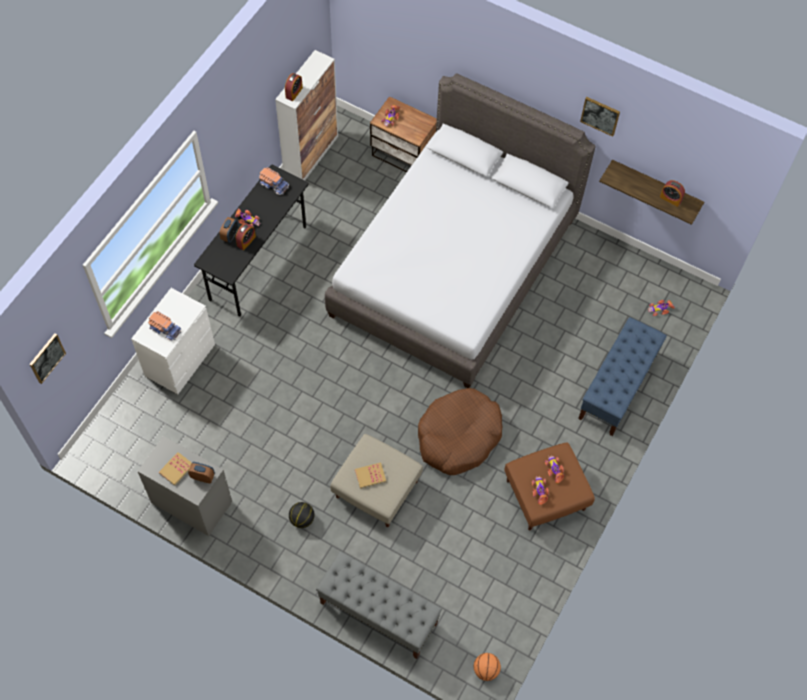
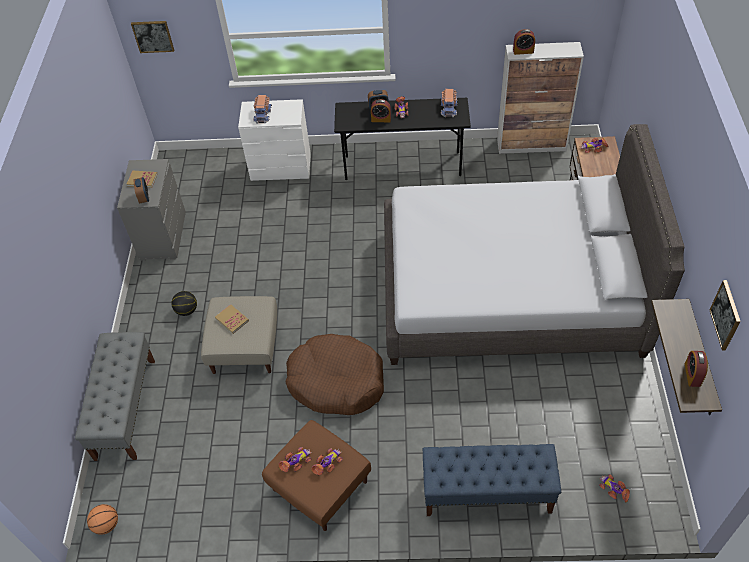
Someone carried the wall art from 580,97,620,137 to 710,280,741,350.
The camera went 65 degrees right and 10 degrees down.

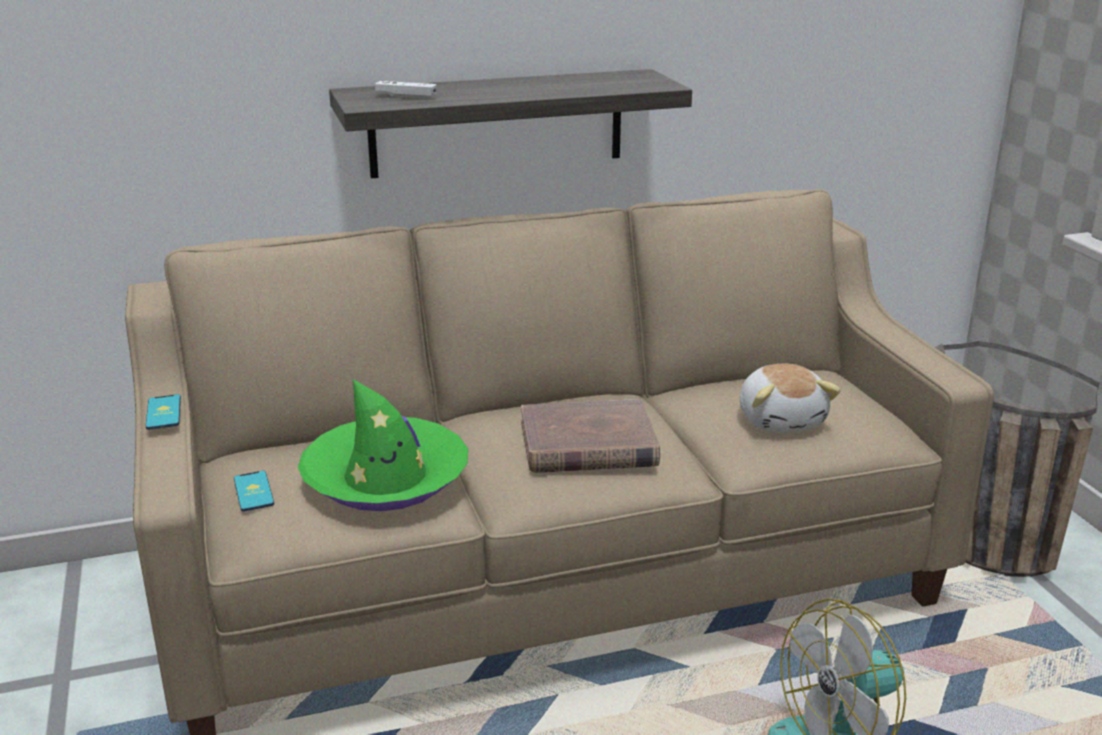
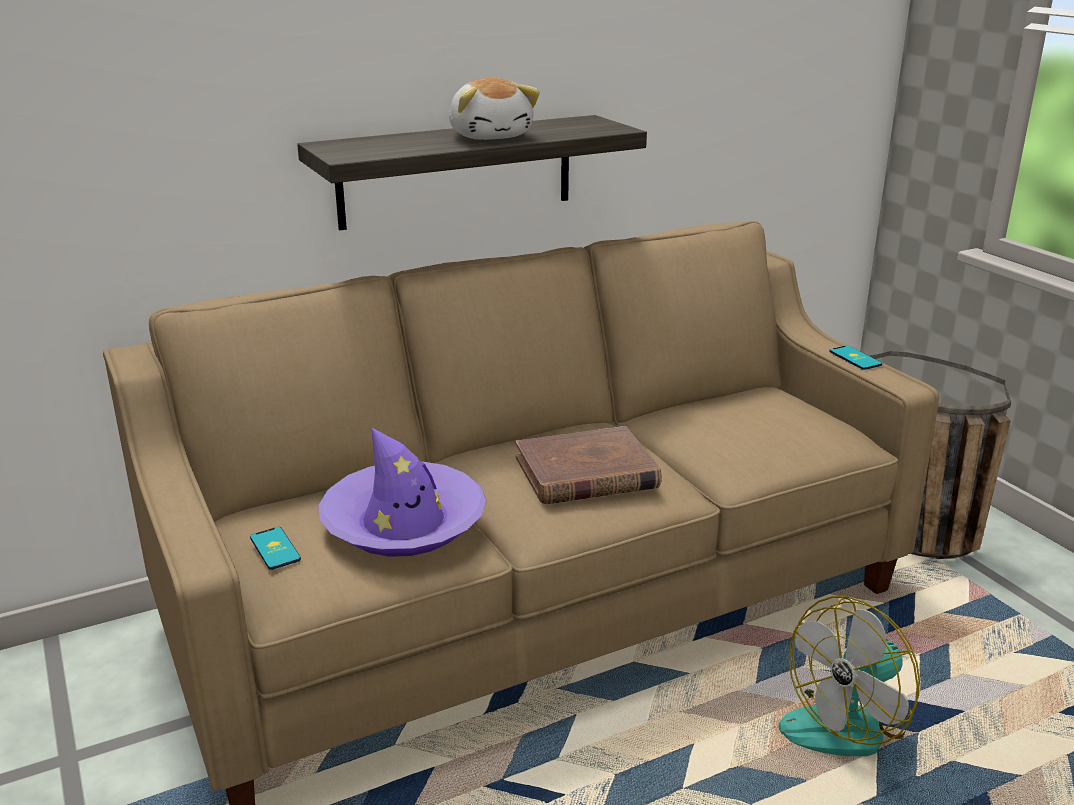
Someone repainted the greenish clothing hat at 298,379,468,511, which became the purple-coloured clothing hat at 318,427,487,557.
Someone carried the soft toy from 740,364,841,432 to 449,78,540,140.
Someone carried the telephone from 146,394,181,430 to 829,345,882,370.
Someone took away the whitish game controller at 375,81,437,99.
The camera went 10 degrees left and 0 degrees up.

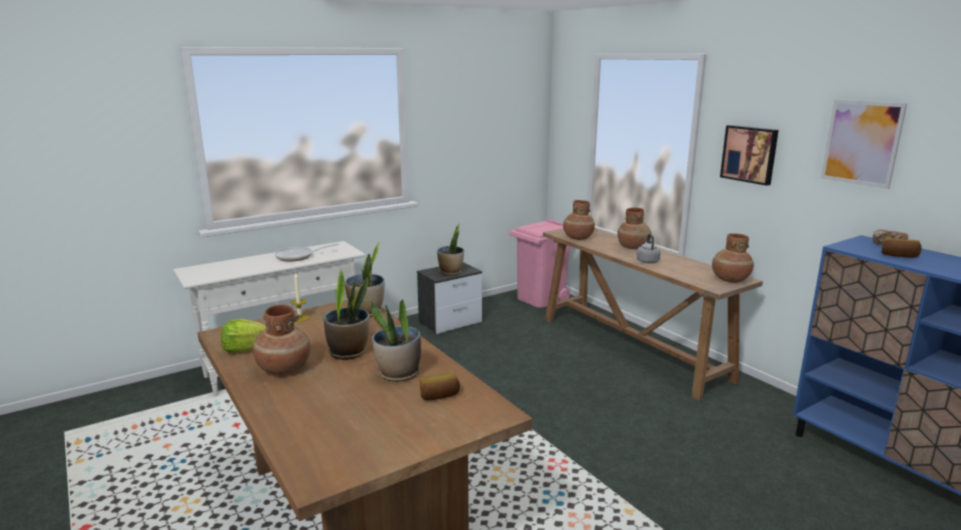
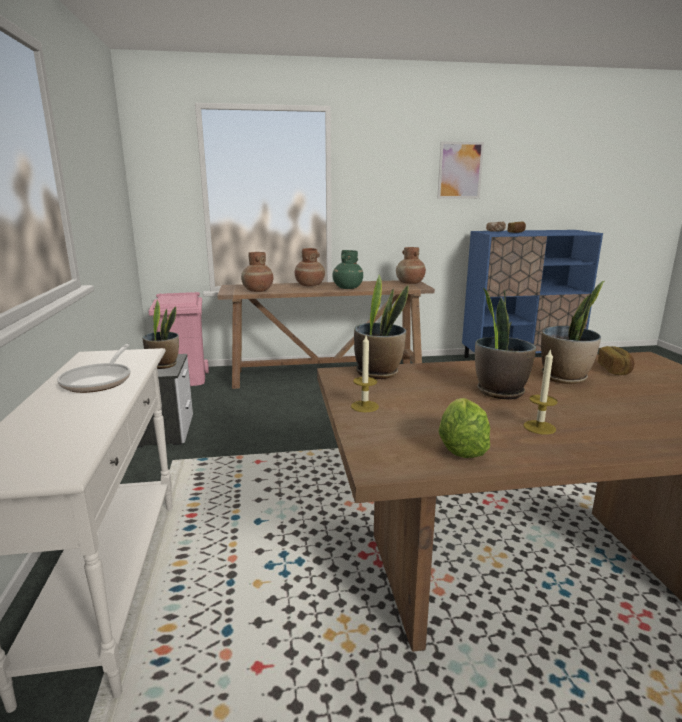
Someone swapped the grey kettle at 636,234,661,264 for the greenish vase at 332,250,363,289.
Someone swapped the brown-coloured vase at 253,304,310,375 for the wax light at 523,348,558,435.
Someone took away the wall art at 720,125,779,186.
The camera went 65 degrees left and 0 degrees up.

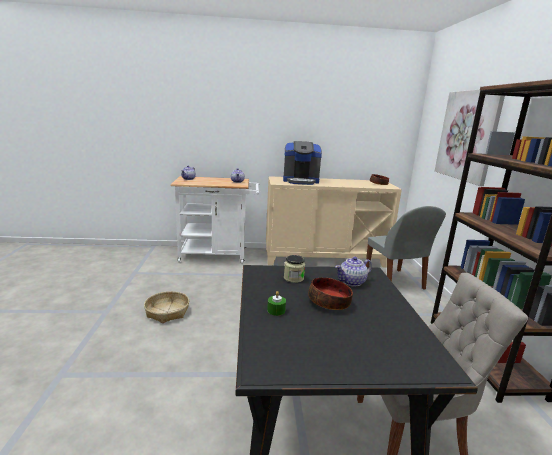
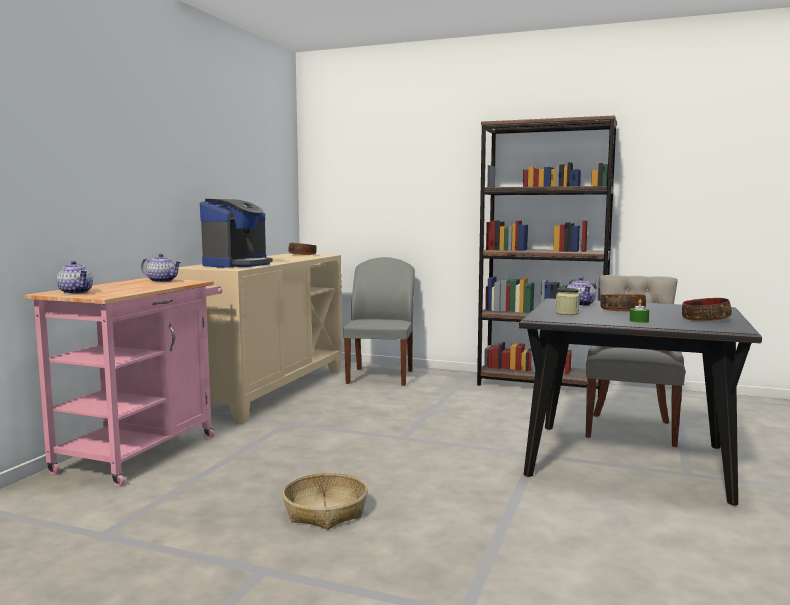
Someone repainted the whitish wheeled cart at 171,176,260,264, which became the pink-coloured wheeled cart at 25,278,223,487.
Someone rotated the grey chair at 366,206,446,290 by 90 degrees counterclockwise.
Someone put down the serving bowl at 682,298,732,321.
Someone took away the wall art at 435,89,505,186.
The camera went 65 degrees left and 10 degrees down.

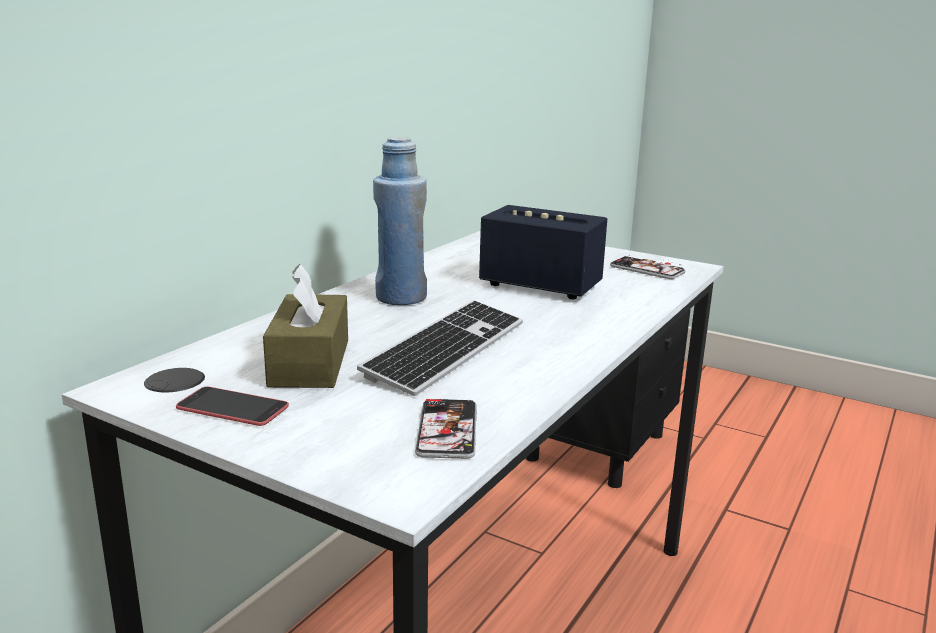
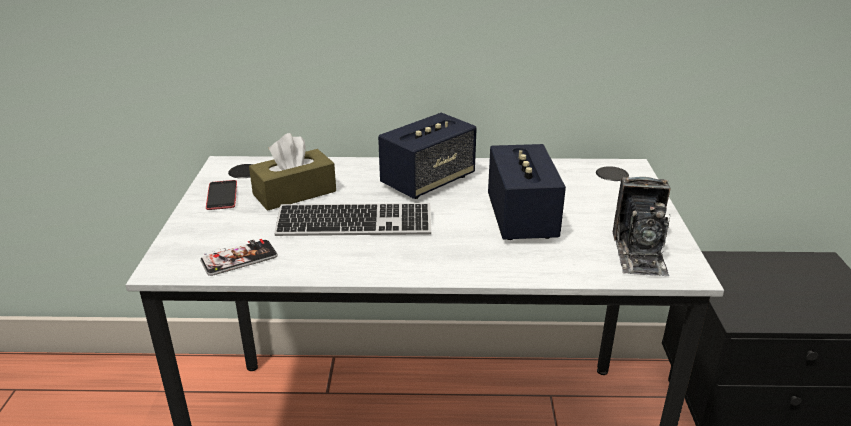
Someone swapped the bluish bottle at 373,137,427,305 for the loudspeaker at 378,112,477,199.
Someone swapped the telephone at 610,255,685,279 for the photo camera at 613,177,671,276.
The camera went 60 degrees right and 10 degrees up.

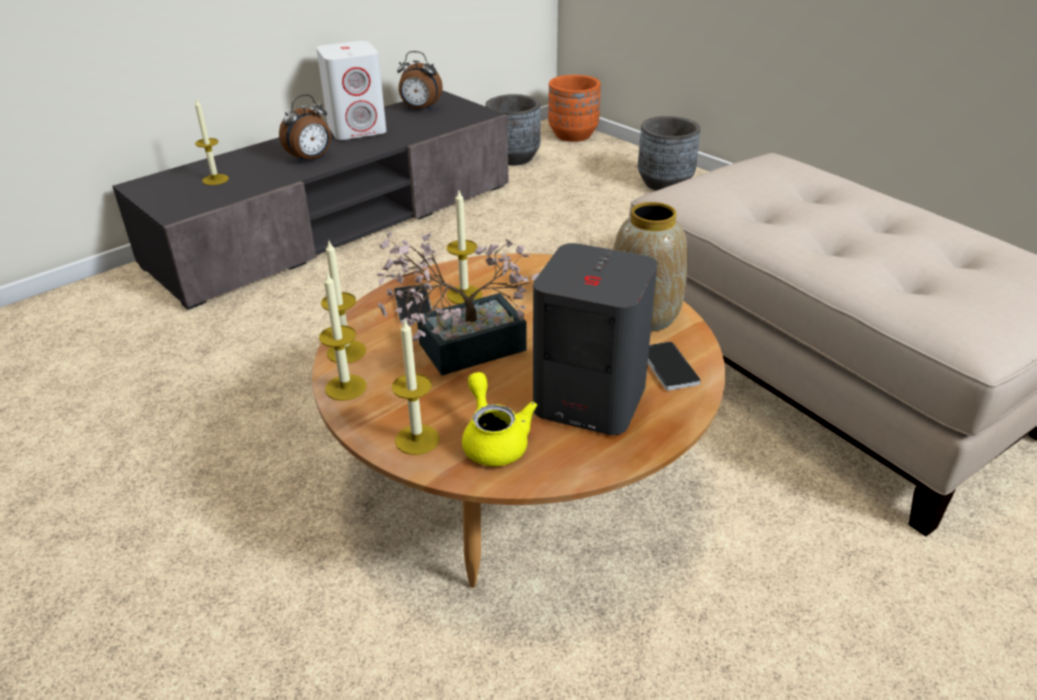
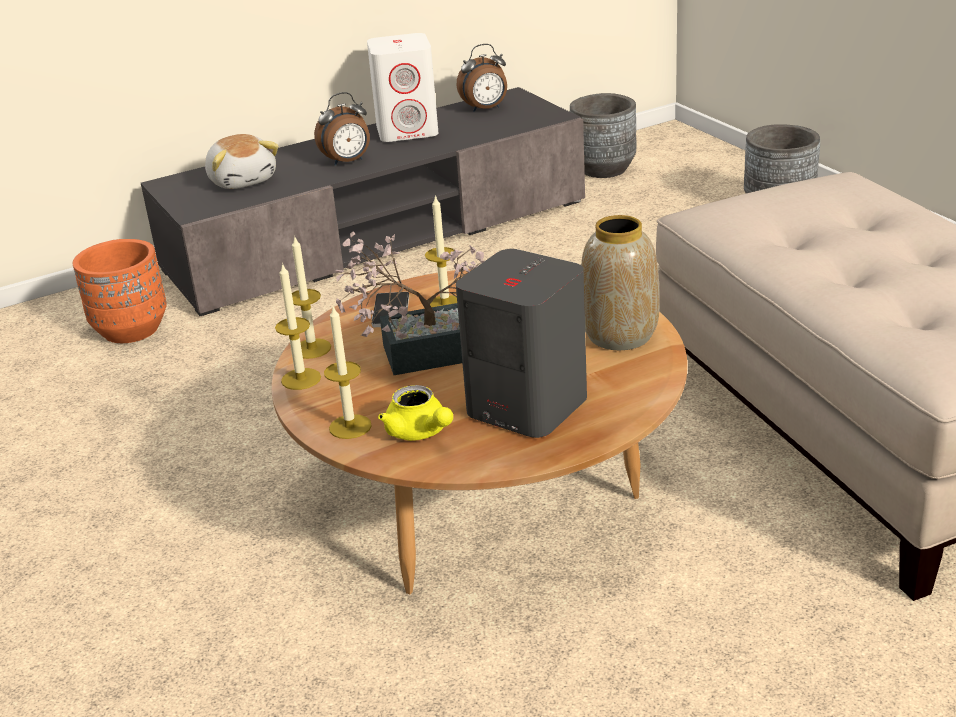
Someone carried the orange-coloured plant pot from 548,75,601,142 to 73,239,167,343.
Someone swapped the wax light at 195,98,229,185 for the soft toy at 205,134,279,189.
Someone rotated the yellow-coloured tea pot at 462,372,537,466 by 150 degrees clockwise.
Someone rotated the table clock at 397,51,443,111 by 45 degrees counterclockwise.
Someone took away the telephone at 648,342,701,391.
The camera went 15 degrees right and 5 degrees down.

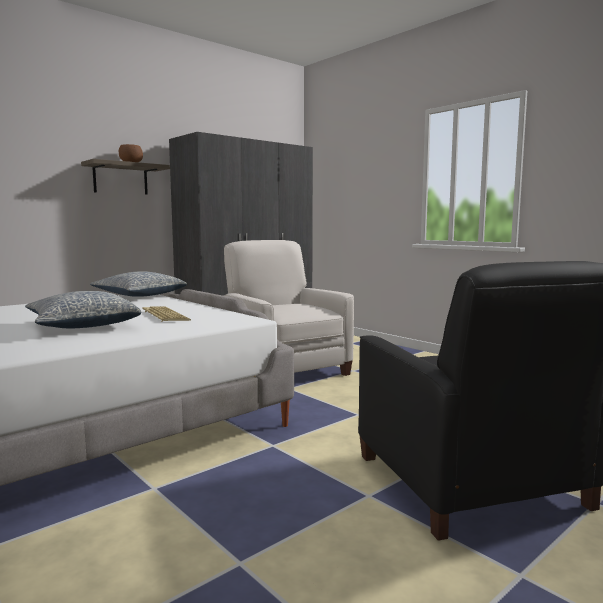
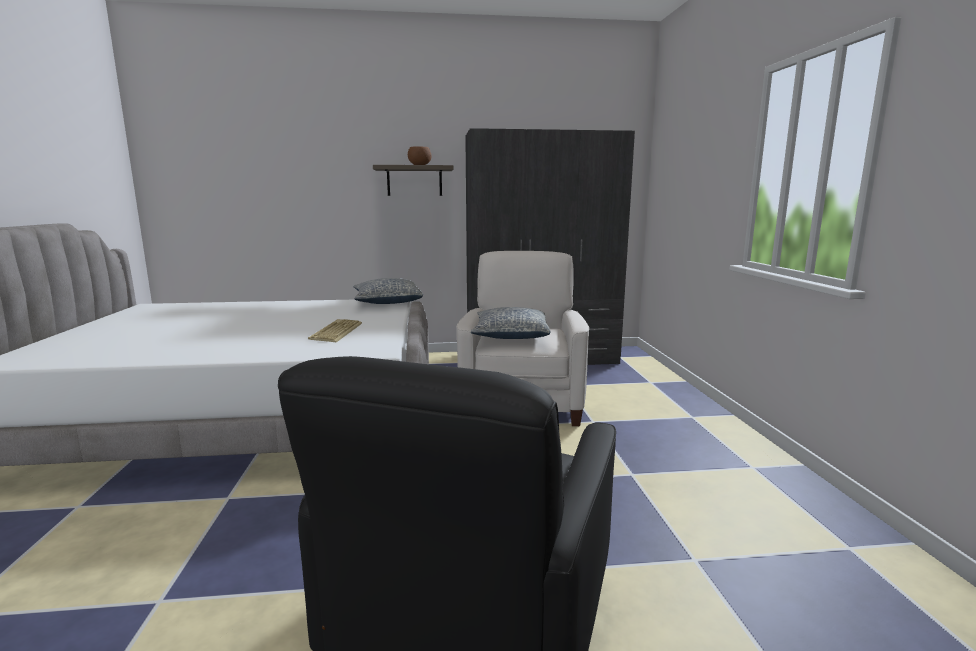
Someone carried the pillow from 25,291,141,328 to 471,307,551,339.
The camera went 35 degrees right and 5 degrees up.

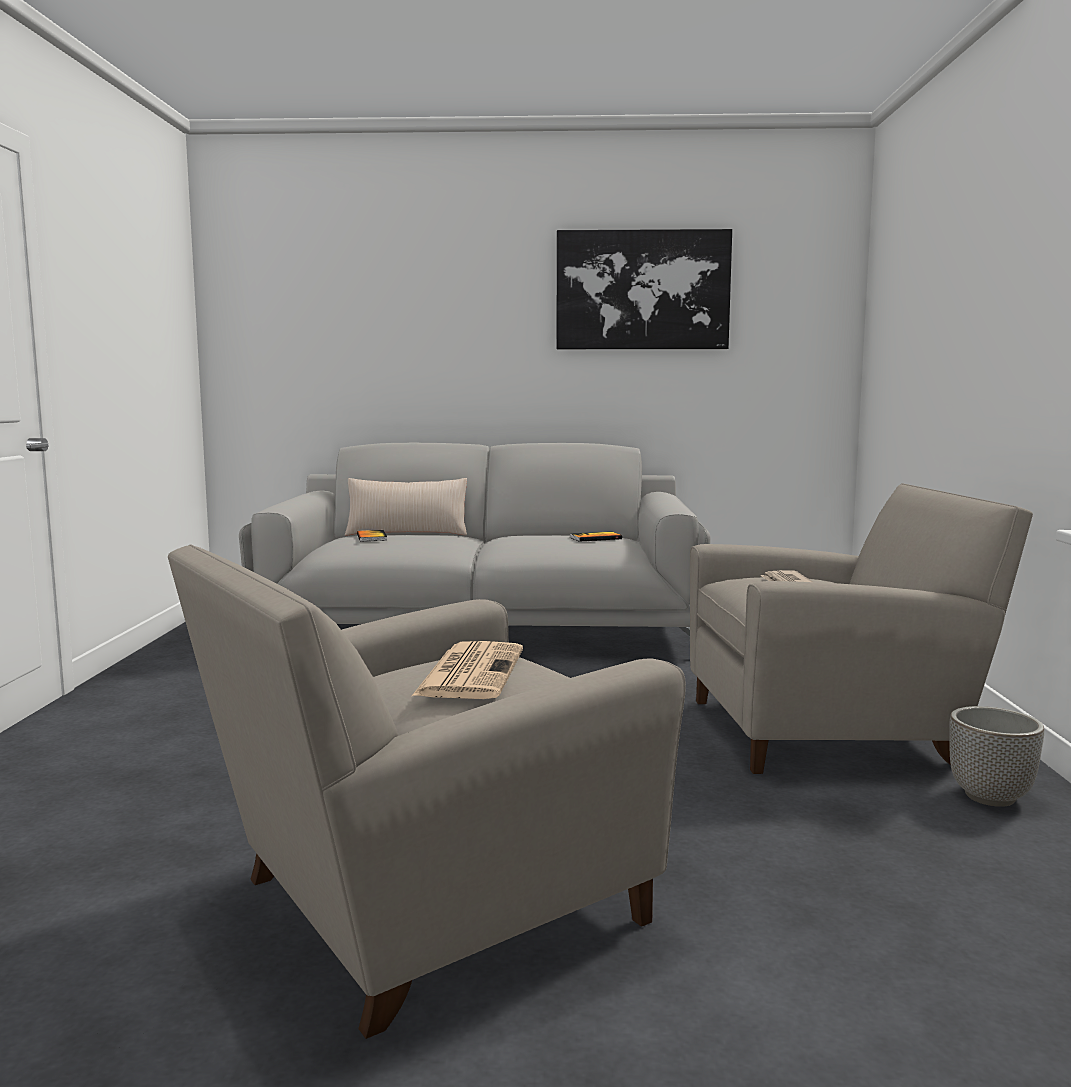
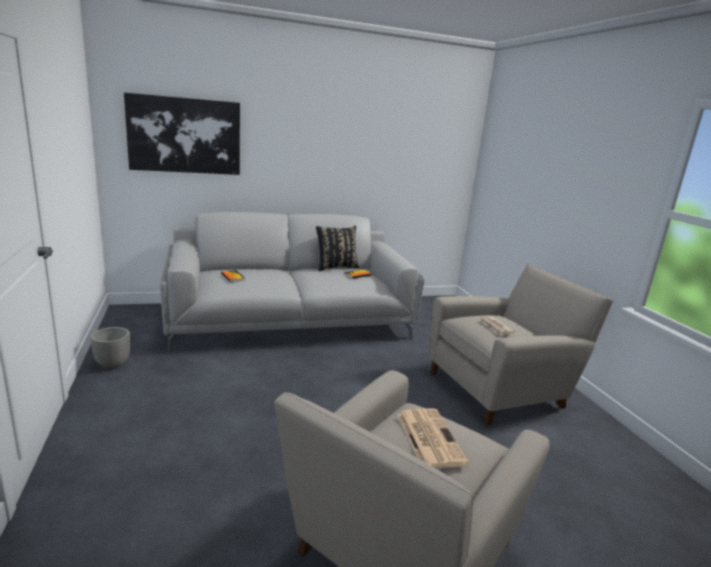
Someone carried the plant pot from 949,706,1044,807 to 90,327,130,369.
Someone carried the wall art from 556,229,732,349 to 124,93,240,175.
Someone put down the blackish pillow at 316,225,359,271.
Someone took away the sand-coloured pillow at 345,478,467,536.
The camera went 20 degrees left and 10 degrees up.

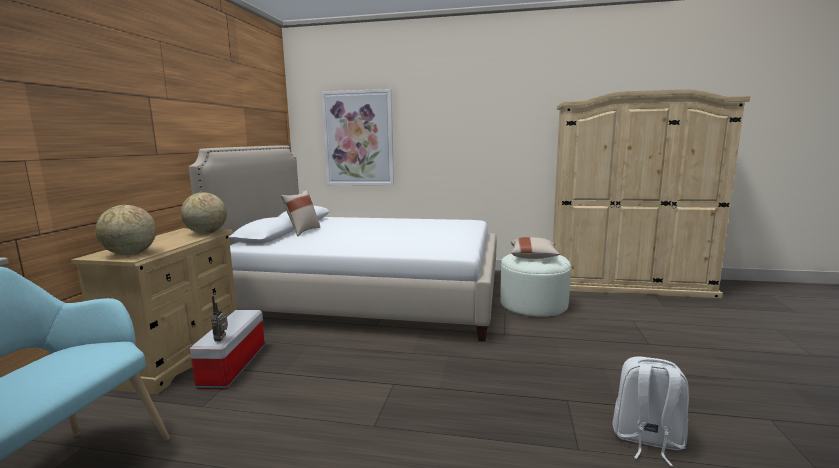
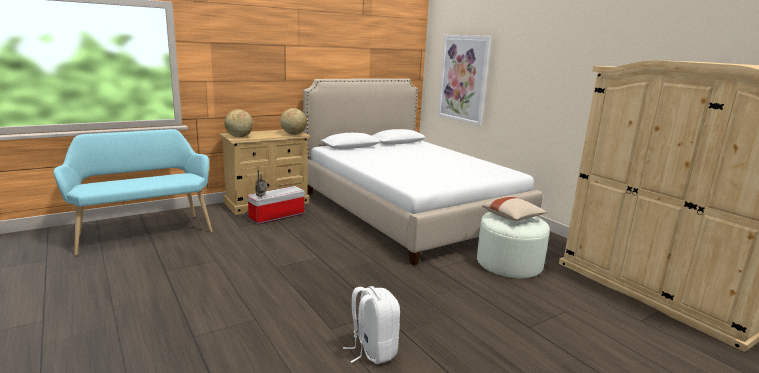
Someone took away the sand-coloured pillow at 281,190,320,236.
The camera went 45 degrees right and 5 degrees up.

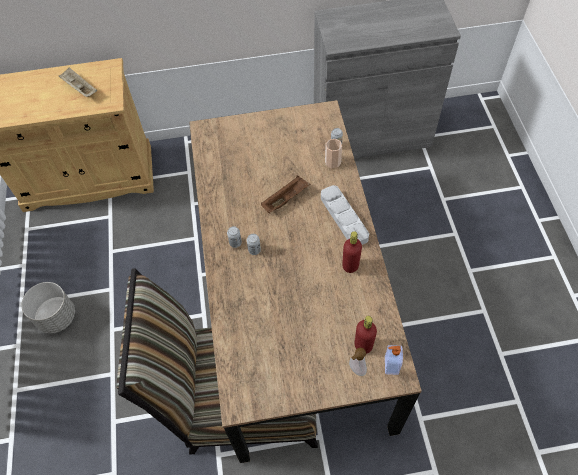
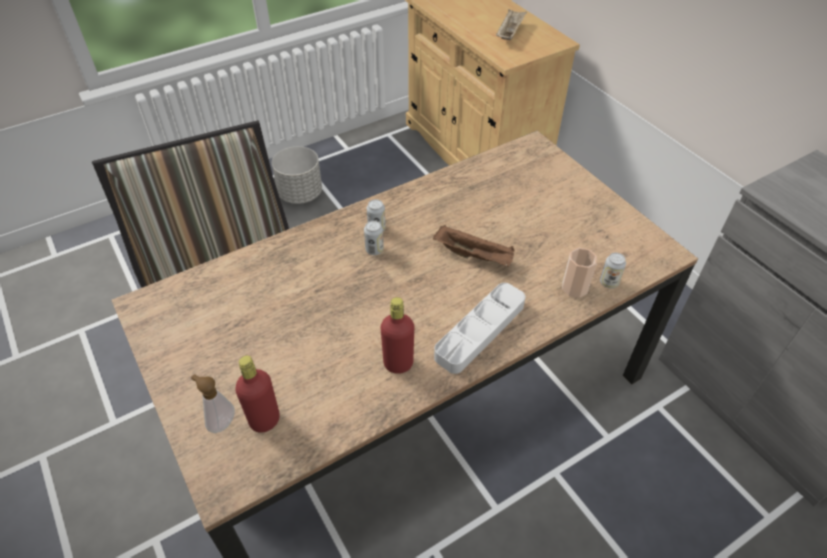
Someone took away the liquid soap bottle at 385,345,403,375.
The camera went 65 degrees right and 10 degrees down.

